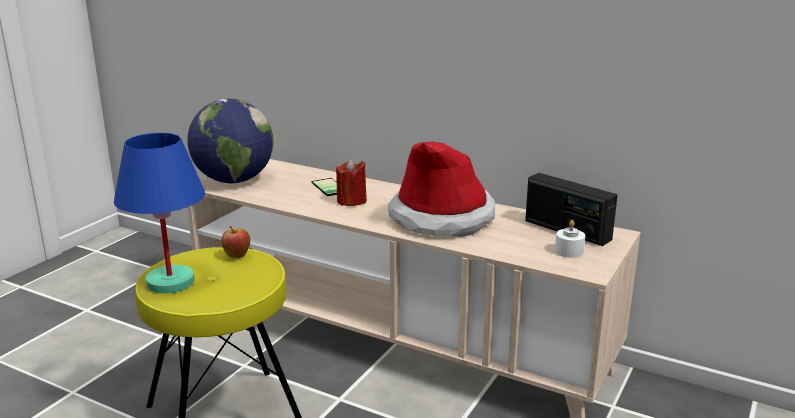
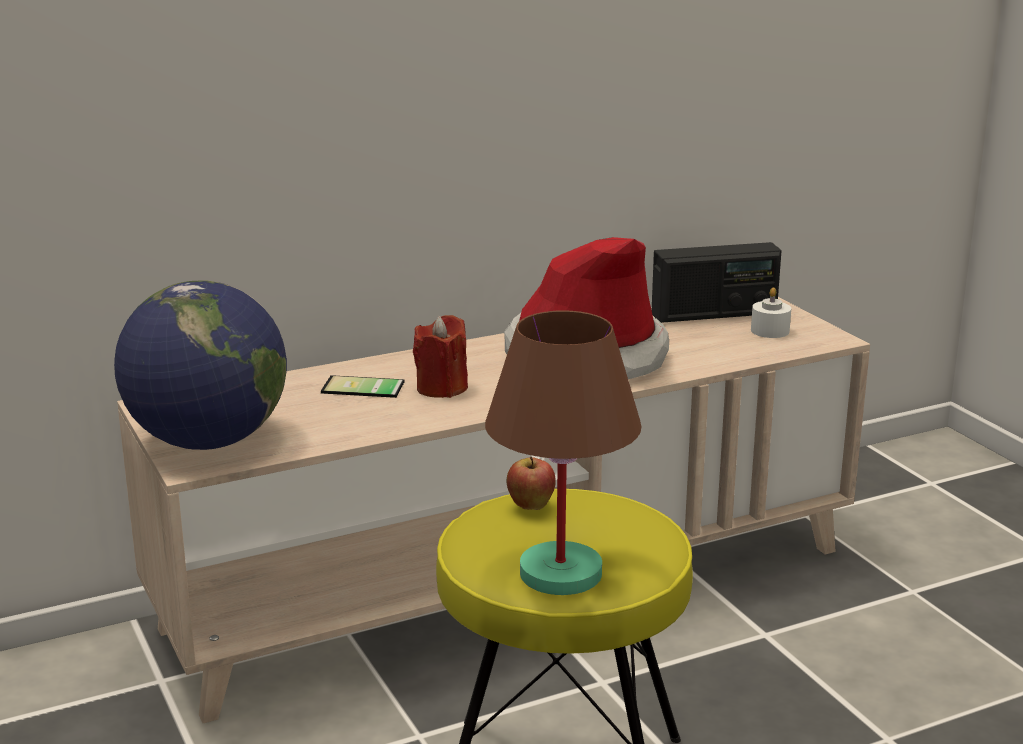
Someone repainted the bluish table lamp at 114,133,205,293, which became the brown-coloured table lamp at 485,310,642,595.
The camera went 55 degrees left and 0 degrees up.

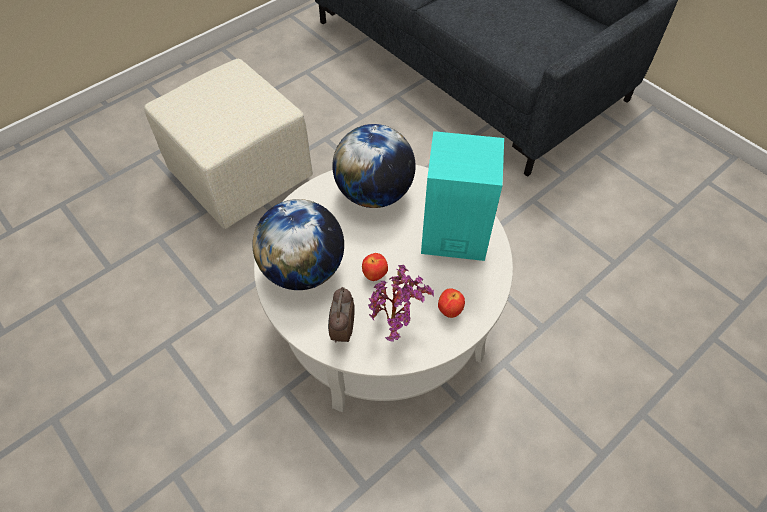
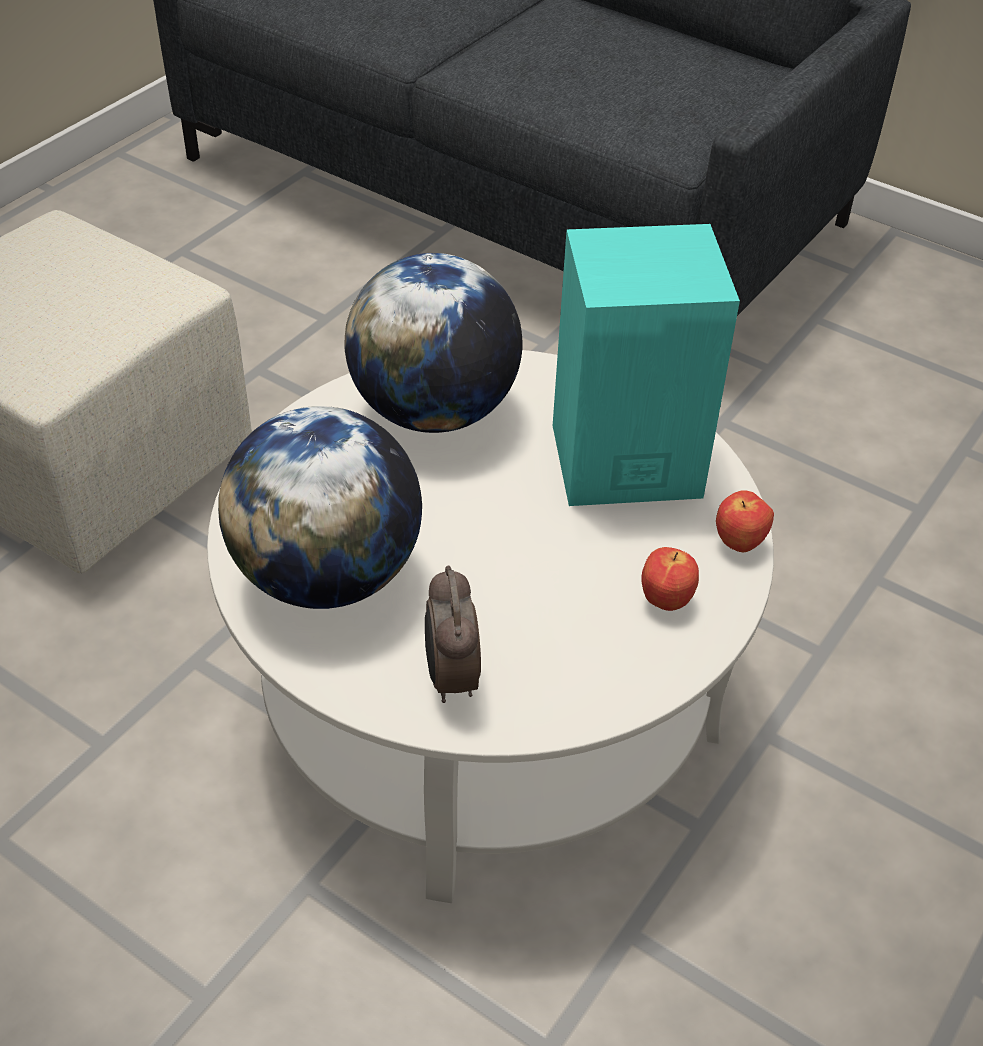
Someone carried the apple fruit from 362,253,388,281 to 716,490,774,553.
Someone took away the plant in a pot at 368,265,434,342.
The camera went 15 degrees left and 10 degrees down.

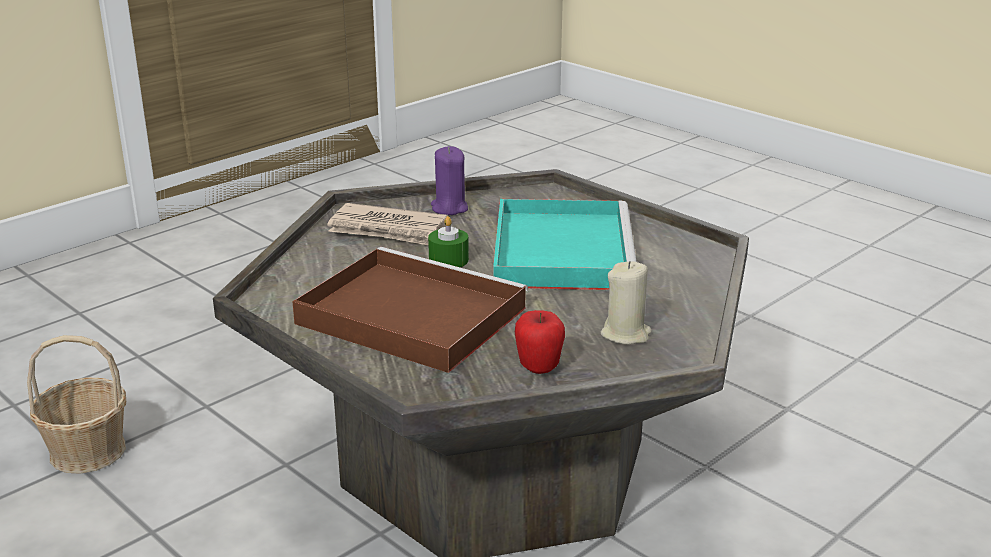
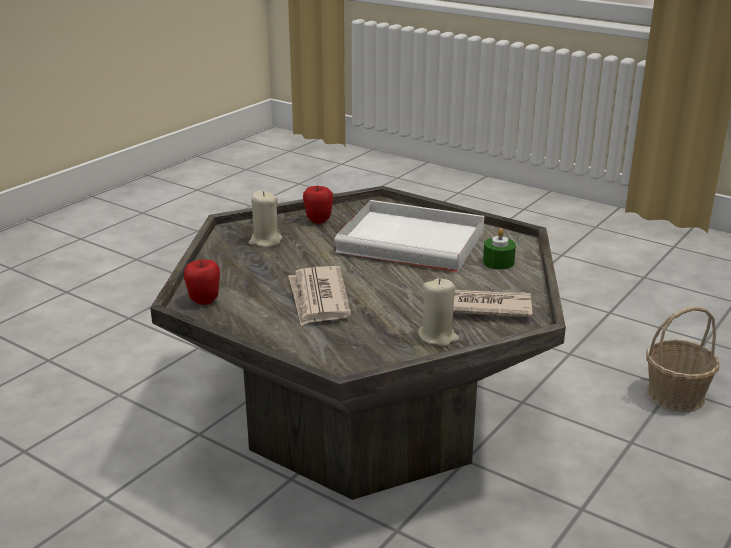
Someone put down the apple fruit at 184,260,220,305.
Someone swapped the turquoise carrying tray at 493,199,637,290 for the newspaper at 288,266,351,326.
Someone repainted the brown-coloured carrying tray at 292,247,528,373, which became the whitish carrying tray at 334,200,484,272.
Someone repainted the purple-coloured wax light at 431,146,468,215, which became the sand-coloured wax light at 418,278,459,346.
Someone carried the greenish wax light from 428,216,469,267 to 483,228,516,270.
The camera went 170 degrees right and 0 degrees up.

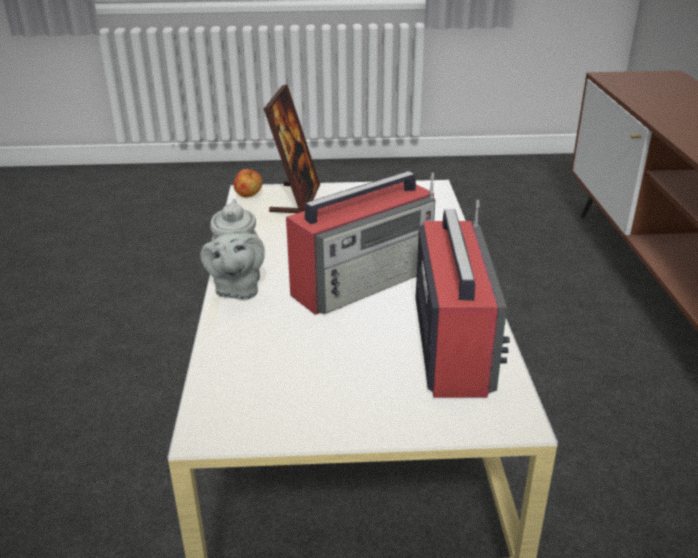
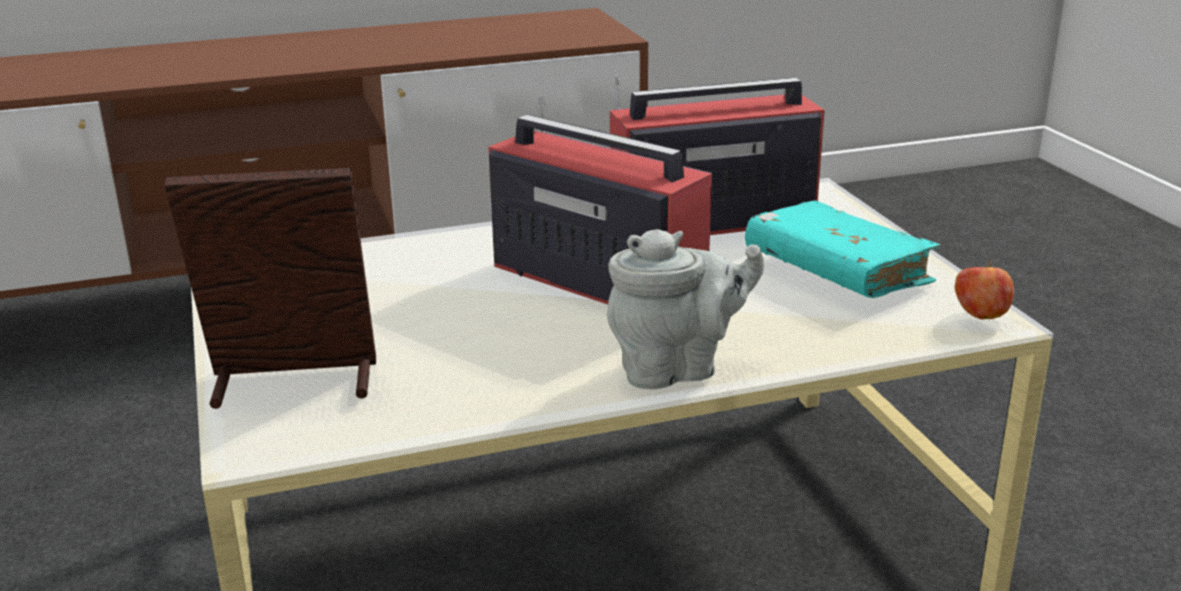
Someone put down the turquoise bound book at 745,200,940,298.
Someone carried the apple fruit from 234,169,262,198 to 955,260,1014,319.
The camera went 105 degrees left and 5 degrees down.

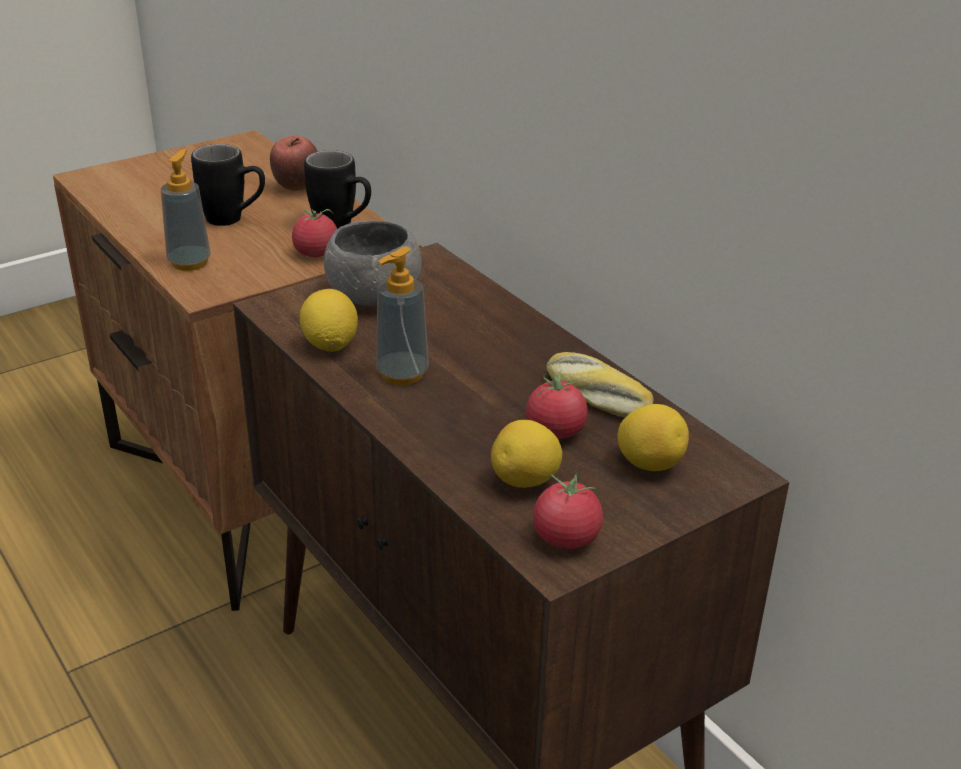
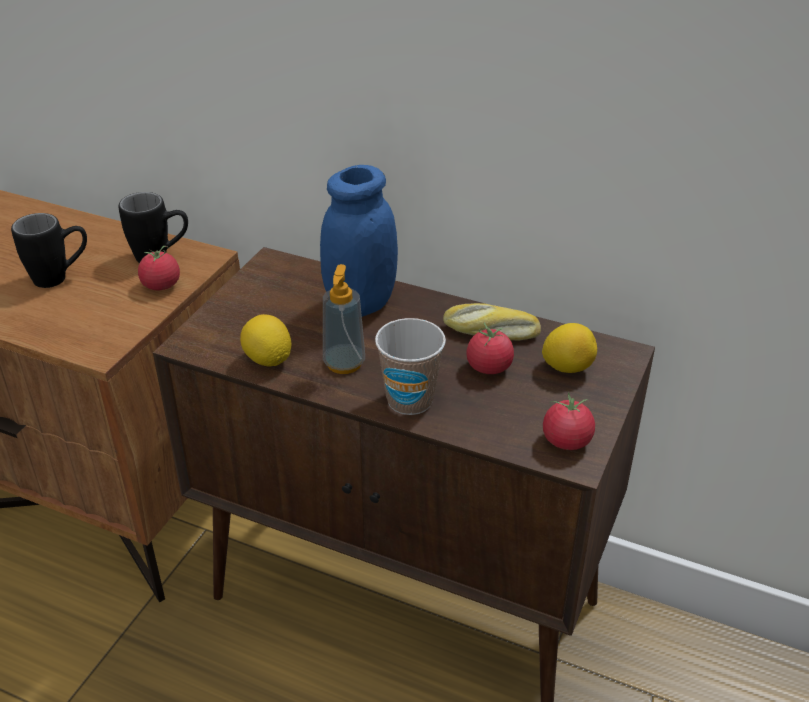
Someone put down the bluish storage jar at 320,165,398,317.
Someone put down the cup at 375,318,446,415.
Someone took away the liquid soap bottle at 161,149,211,271.
Someone took away the apple fruit at 270,135,318,191.
Someone took away the grey serving bowl at 324,220,422,306.
Someone took away the citrus fruit at 491,420,562,488.
The camera went 30 degrees left and 5 degrees up.

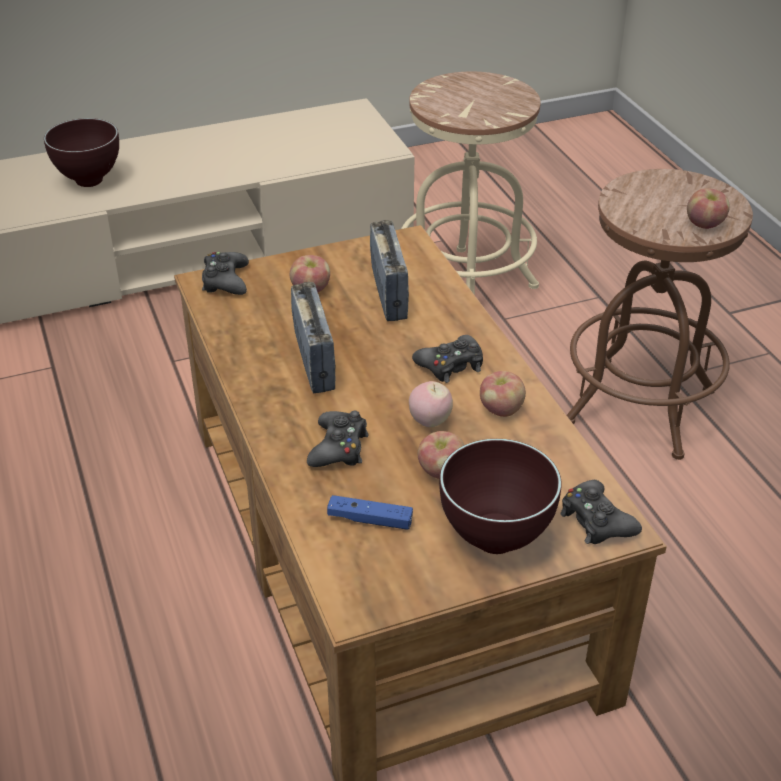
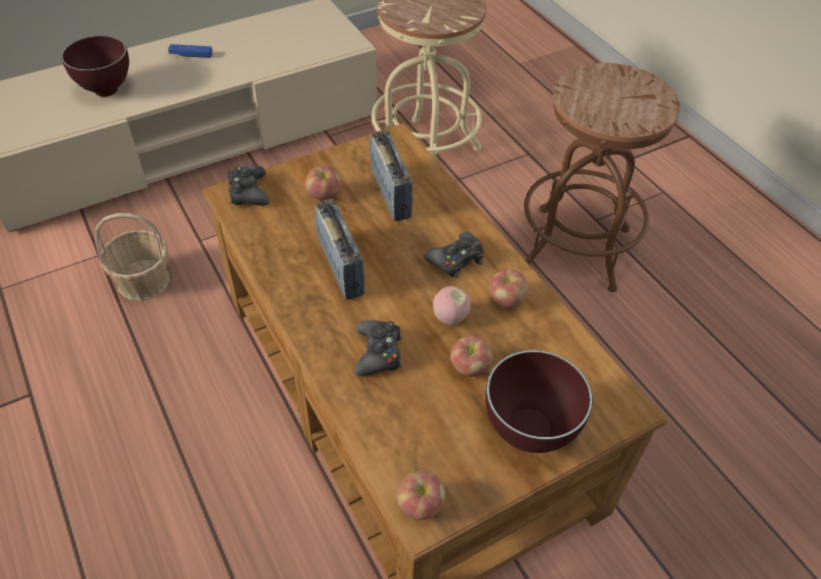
Someone put down the basket at 95,213,170,301.
Someone carried the bluish game controller from 327,495,413,530 to 168,44,212,58.
Someone carried the apple fruit from 687,188,730,229 to 397,471,445,520.
Someone took away the blackish game controller at 560,480,642,544.
The camera went 10 degrees left and 10 degrees up.

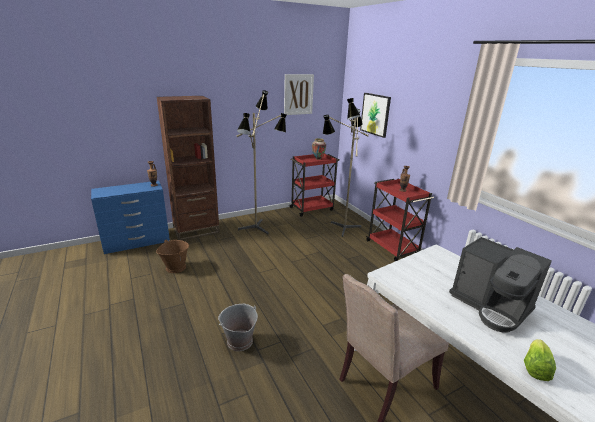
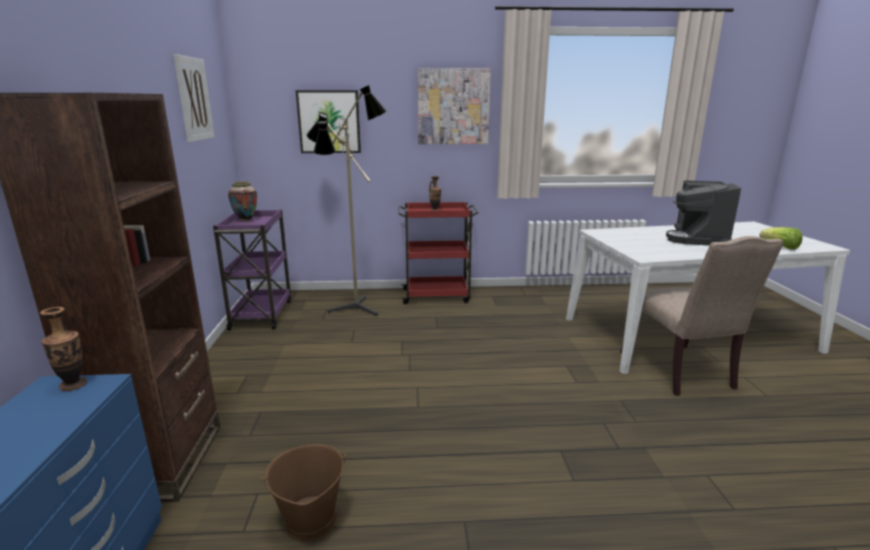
Someone repainted the red wheeled cart at 289,153,340,217, which became the purple-coloured wheeled cart at 213,209,291,330.
Someone put up the wall art at 418,68,491,144.
Someone rotated the coffee brewer at 449,237,552,333 by 120 degrees clockwise.
Someone took away the grey pail at 218,304,258,351.
Someone took away the standing lamp at 236,90,287,235.
The camera went 65 degrees left and 5 degrees down.

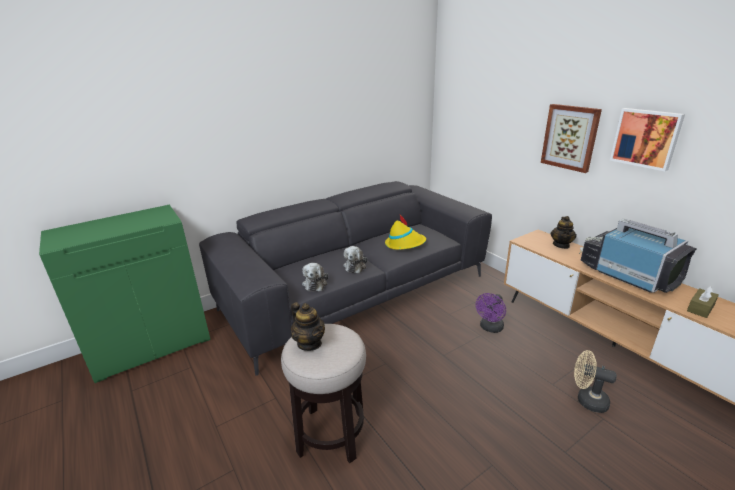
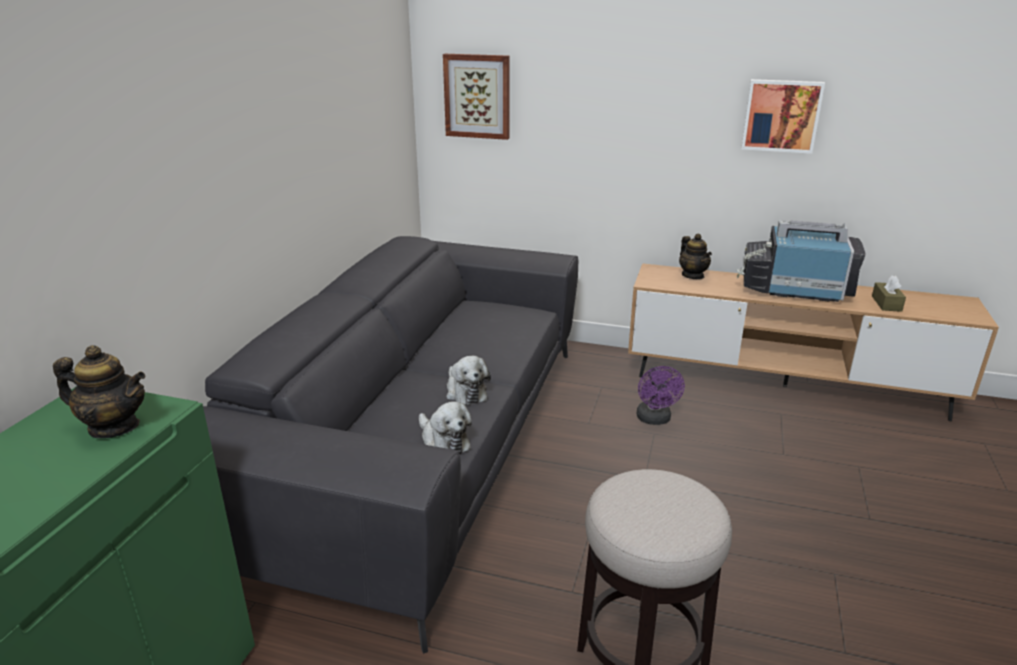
Someone carried the tea pot from 291,302,325,351 to 53,345,146,438.
Someone carried the wall art from 541,104,602,173 to 443,54,509,140.
Someone took away the yellow-coloured clothing hat at 385,215,426,250.
Someone took away the sand-coloured electric fan at 574,350,617,413.
The camera went 40 degrees left and 0 degrees up.

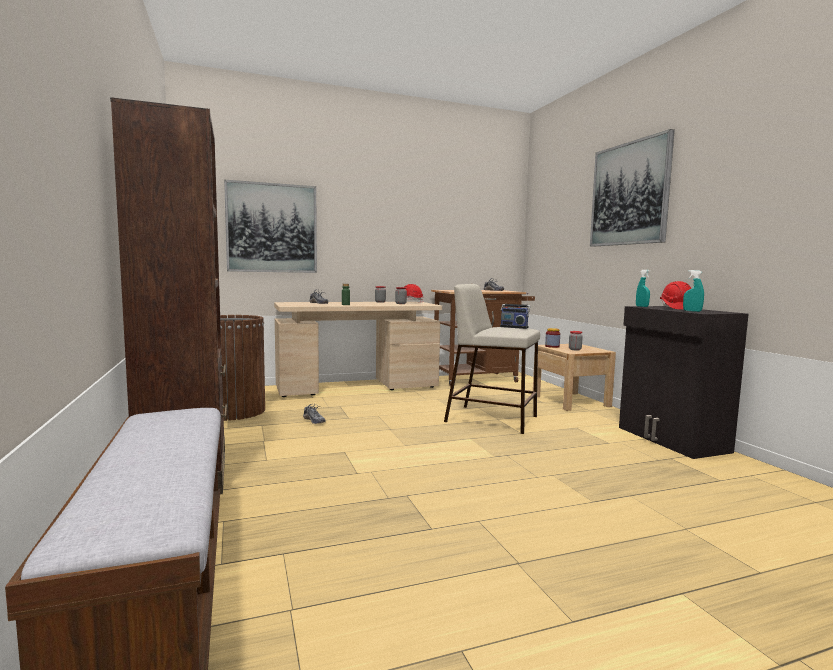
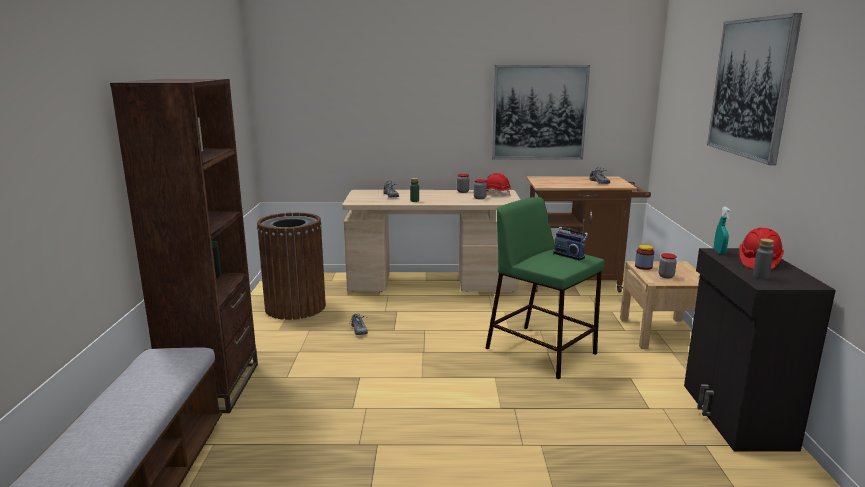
Someone repainted the sand-coloured stool seat at 444,284,540,434, which became the greenish stool seat at 485,197,605,379.
Someone carried the wall art from 224,180,317,273 to 492,65,590,159.
Someone swapped the turquoise hand sprayer at 683,270,704,312 for the grey bottle at 753,239,774,279.
The camera went 20 degrees right and 10 degrees up.

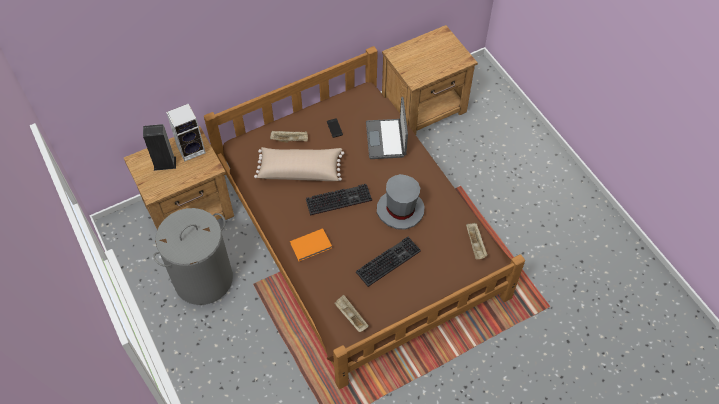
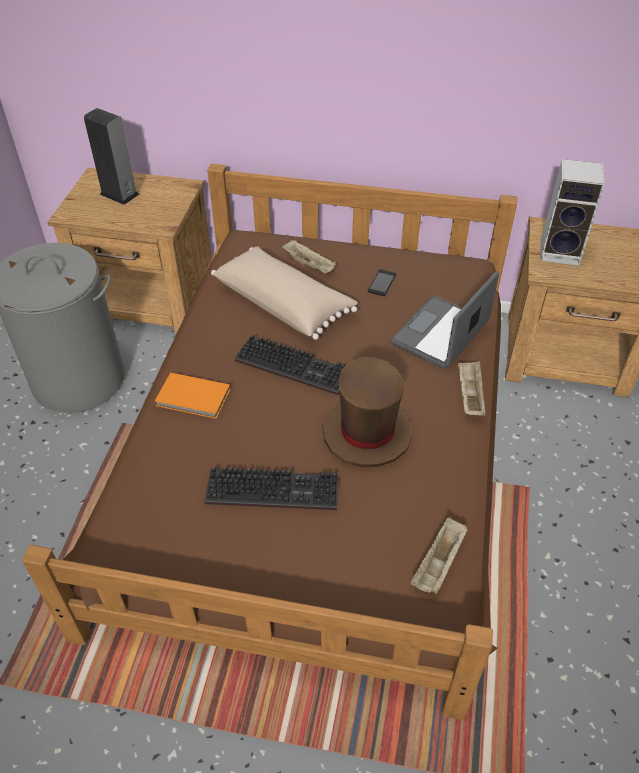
Someone repainted the grey clothing hat at 377,174,425,230, which became the brown-coloured clothing hat at 322,357,412,467.
Someone carried the sand-coloured carrying tray from 334,295,369,332 to 458,361,485,416.
Someone carried the loudspeaker from 166,104,206,161 to 540,159,605,266.
The camera went 40 degrees right and 10 degrees down.

